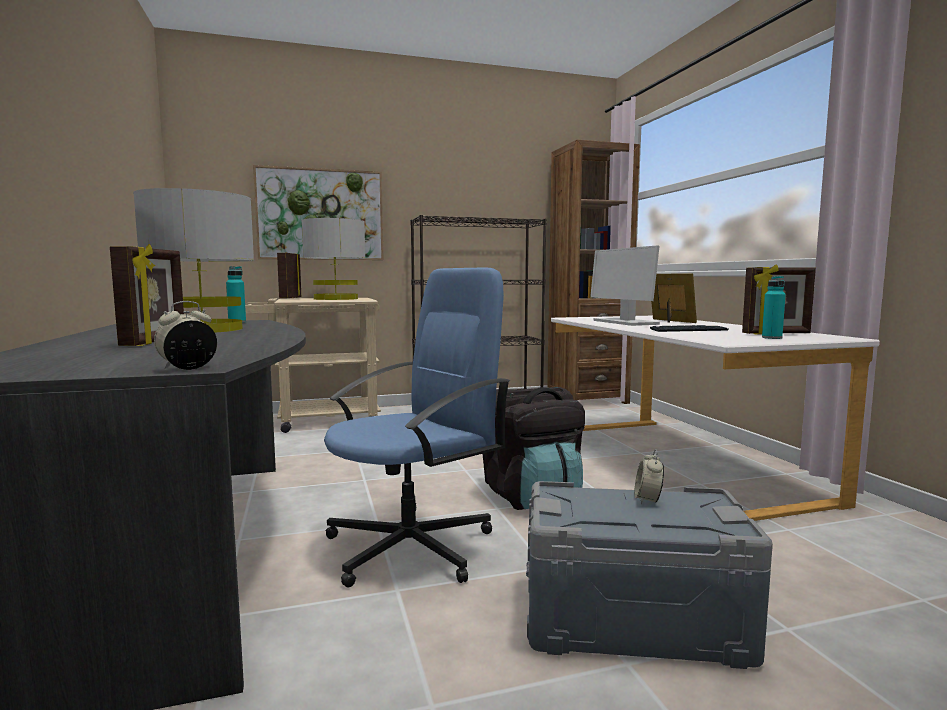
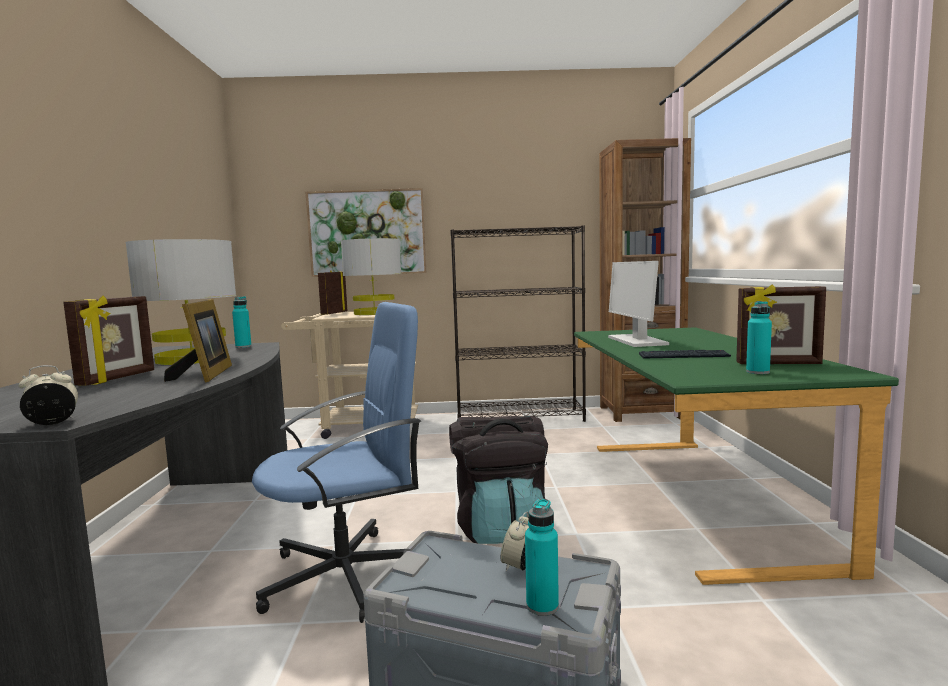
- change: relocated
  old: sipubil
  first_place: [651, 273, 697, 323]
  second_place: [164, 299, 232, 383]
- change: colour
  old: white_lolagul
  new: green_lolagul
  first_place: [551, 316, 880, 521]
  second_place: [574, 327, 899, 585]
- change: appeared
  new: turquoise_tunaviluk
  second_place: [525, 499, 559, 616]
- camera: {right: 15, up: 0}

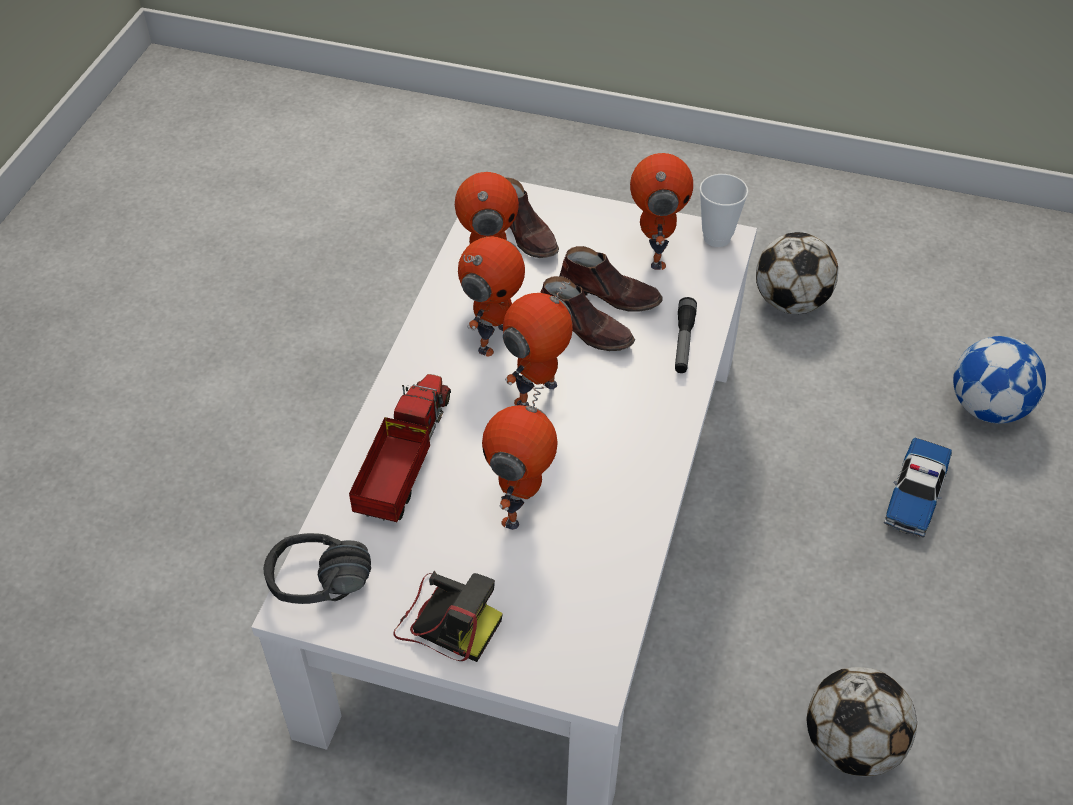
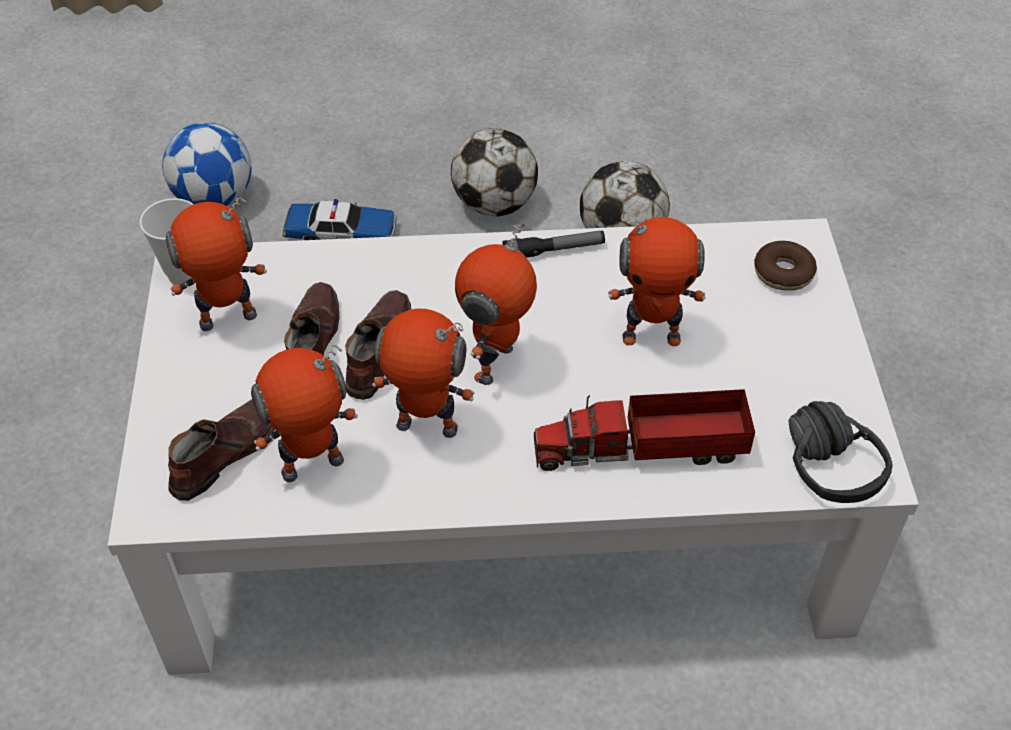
- change: relocated
  old: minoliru
  first_place: [756, 232, 838, 314]
  second_place: [451, 128, 538, 217]
- change: spun
  old: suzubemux
  first_place: [503, 281, 573, 406]
  second_place: [455, 223, 537, 385]
  degrees: 90
- change: relocated
  old: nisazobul
  first_place: [675, 297, 697, 373]
  second_place: [502, 231, 605, 258]
- change: missing
  old: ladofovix
  first_place: [393, 571, 503, 662]
- change: appeared
  new: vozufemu
  second_place: [754, 241, 817, 291]
- camera: {right: -110, up: 0}

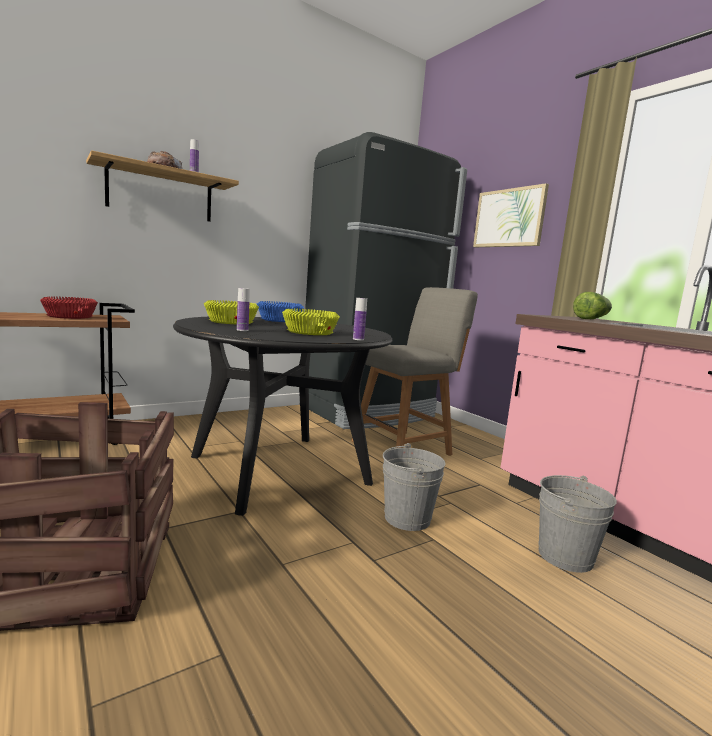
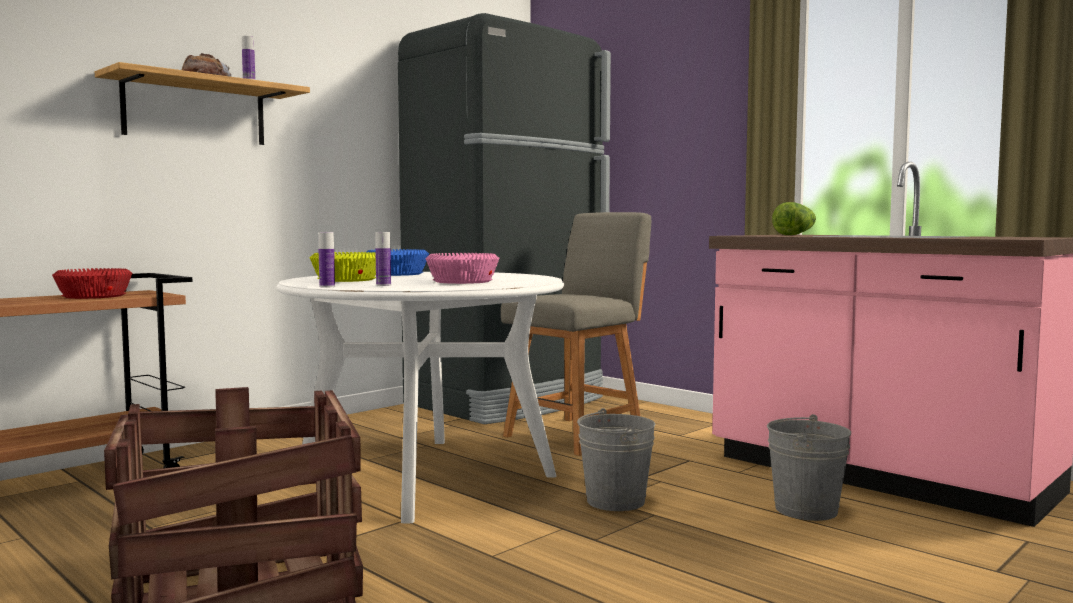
- change: missing
  old: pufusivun
  first_place: [473, 183, 549, 247]
- change: relocated
  old: tunaviluk
  first_place: [353, 298, 367, 340]
  second_place: [319, 232, 335, 287]
- change: colour
  old: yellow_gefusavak
  new: pink_gefusavak
  first_place: [282, 309, 340, 335]
  second_place: [425, 253, 500, 284]
- change: colour
  old: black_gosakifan
  new: white_gosakifan
  first_place: [173, 317, 392, 516]
  second_place: [277, 272, 564, 523]
- camera: {right: -10, up: -5}

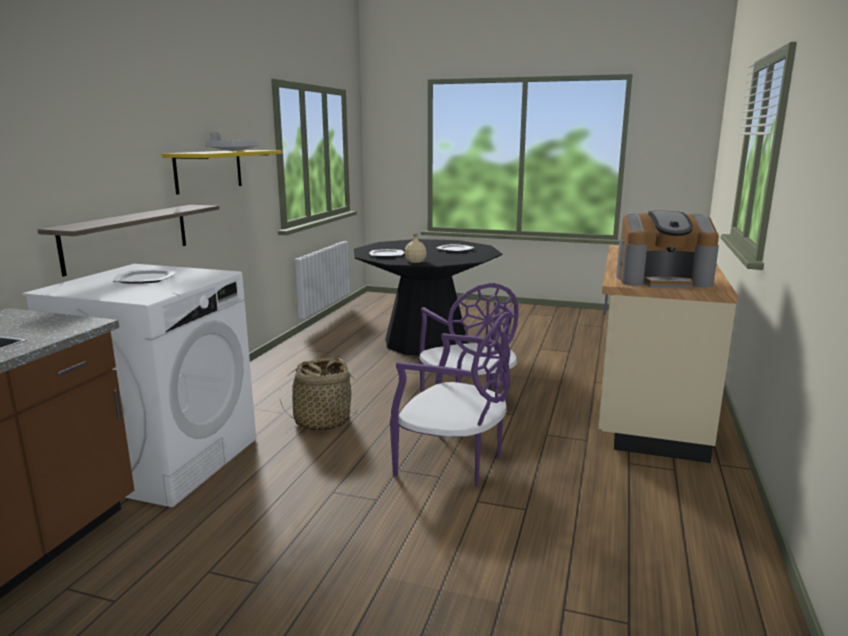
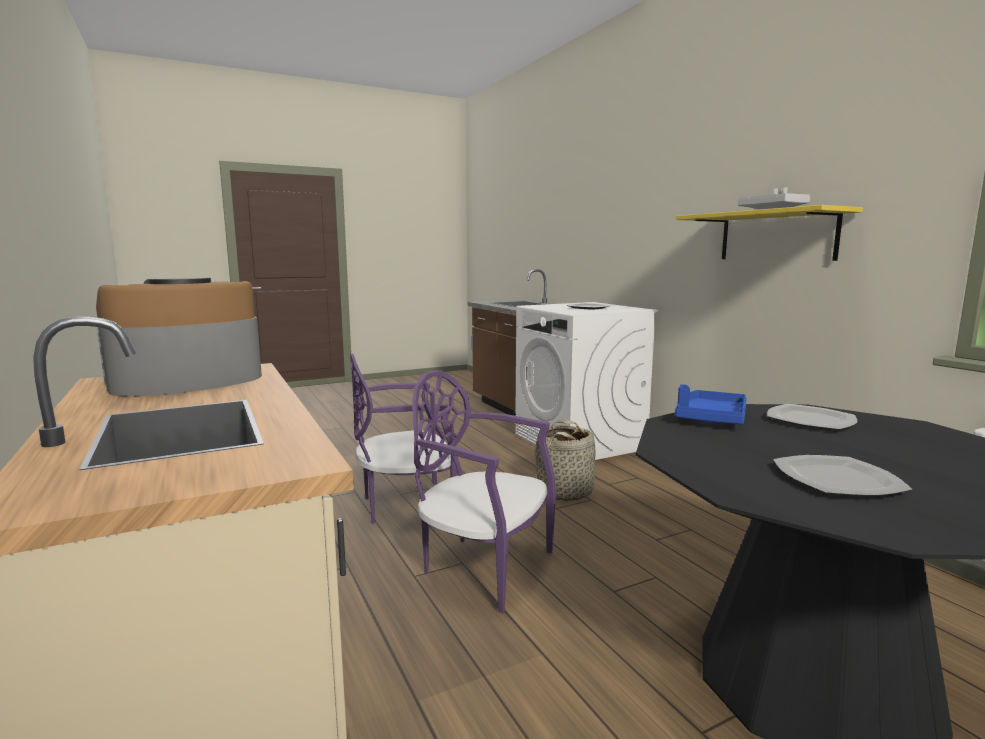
- change: missing
  old: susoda
  first_place: [38, 205, 219, 276]
- change: exchanged
  old: beige_tunaviluk
  new: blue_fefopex
  first_place: [405, 234, 427, 263]
  second_place: [675, 384, 746, 425]
- camera: {right: 135, up: -5}

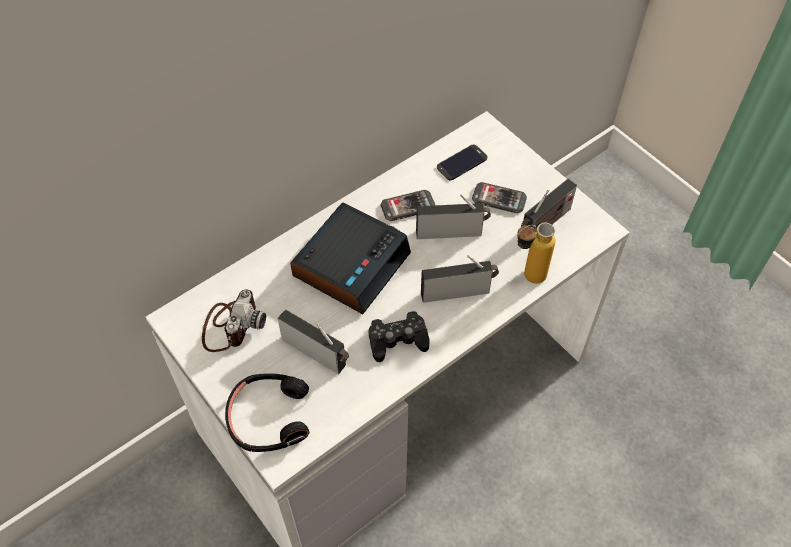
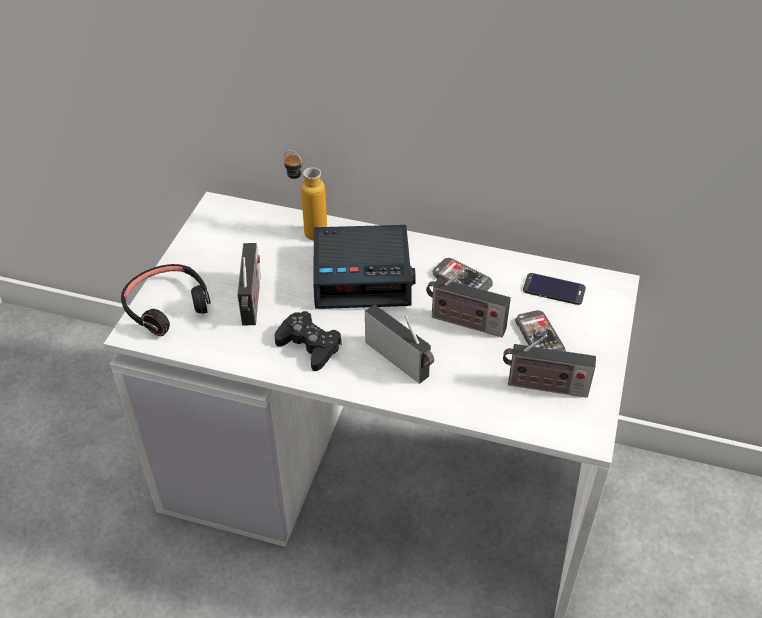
- change: spun
  old: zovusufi
  first_place: [416, 194, 491, 239]
  second_place: [426, 270, 511, 337]
  degrees: 150
- change: relocated
  old: tunaviluk
  first_place: [517, 223, 555, 284]
  second_place: [284, 150, 327, 240]
- change: missing
  old: ladofovix
  first_place: [202, 289, 266, 352]
- camera: {right: 55, up: -10}

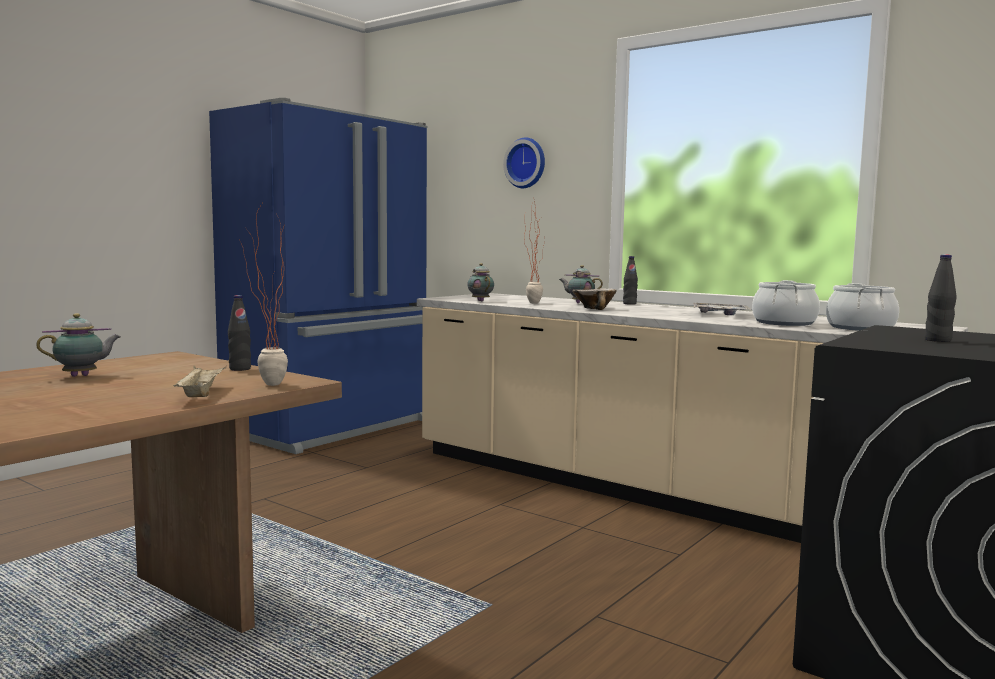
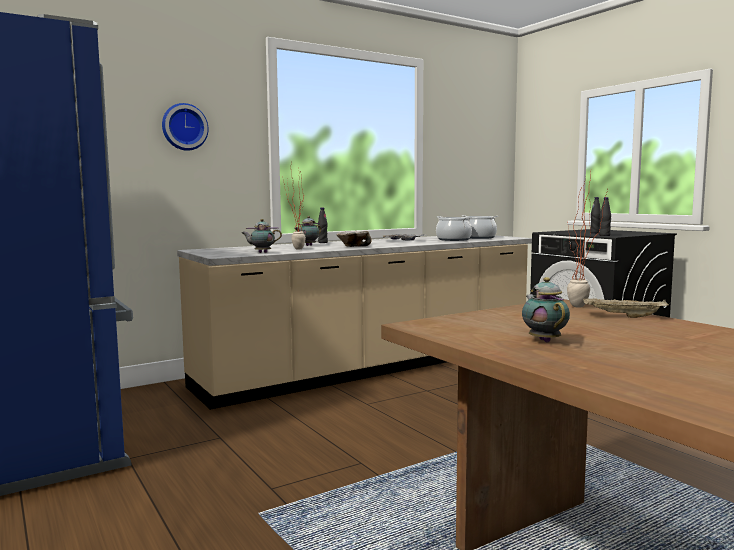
- change: relocated
  old: black_tunaviluk
  first_place: [228, 295, 251, 371]
  second_place: [599, 197, 611, 236]
- camera: {right: -70, up: 0}

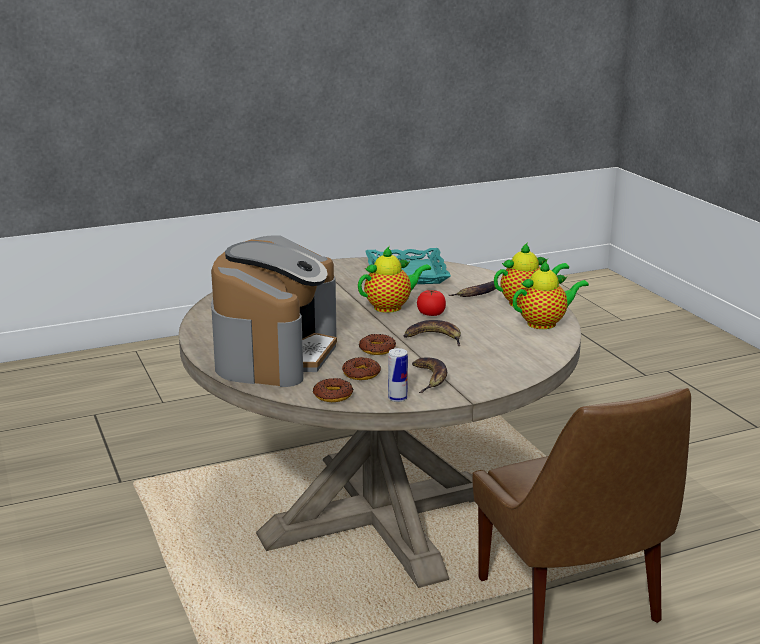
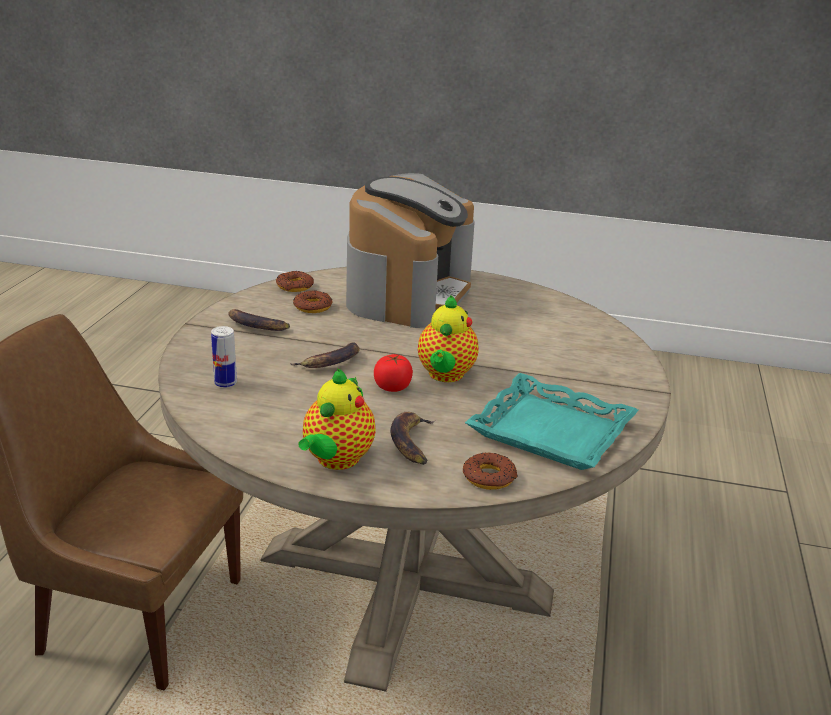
- change: spun
  old: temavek
  first_place: [211, 235, 337, 387]
  second_place: [346, 173, 475, 328]
  degrees: -120
- change: missing
  old: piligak
  first_place: [513, 261, 589, 329]
- change: relocated
  old: vozufemu
  first_place: [359, 334, 396, 355]
  second_place: [463, 452, 518, 490]
- change: relocated
  old: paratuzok
  first_place: [388, 348, 408, 402]
  second_place: [211, 326, 237, 388]
- camera: {right: 125, up: 5}

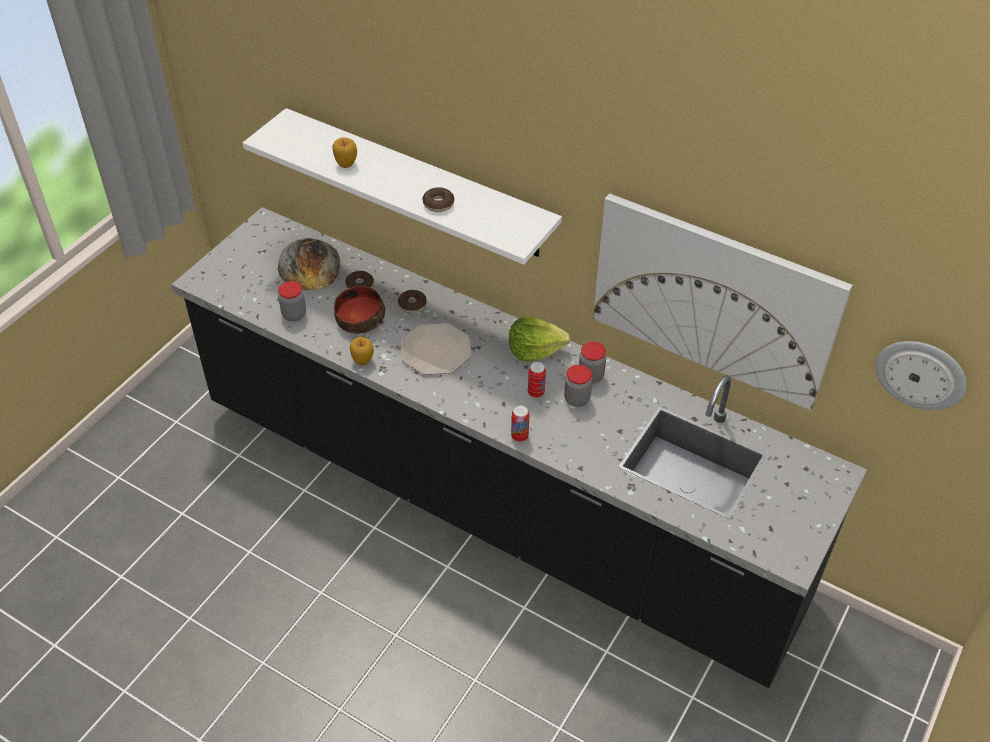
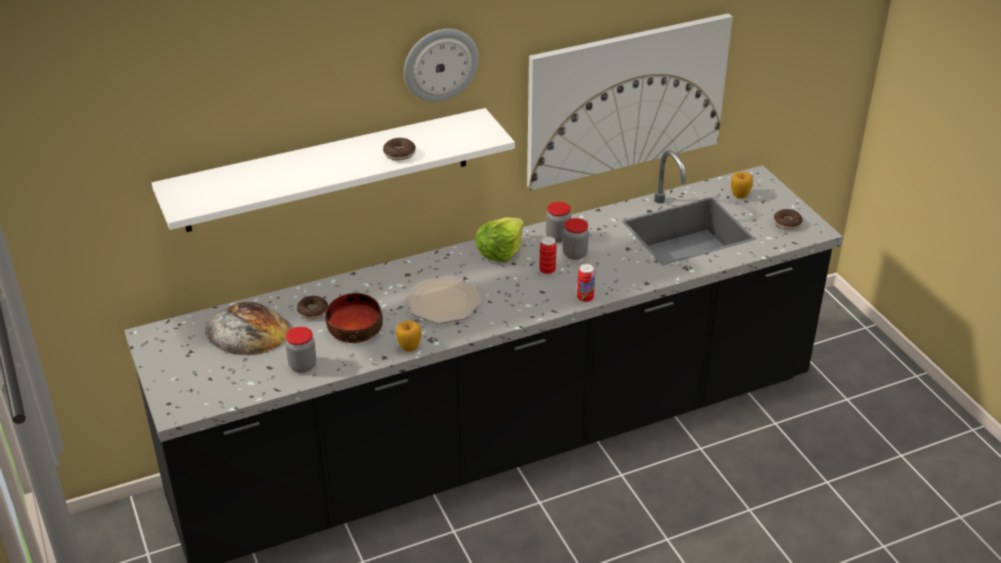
- change: relocated
  old: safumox
  first_place: [332, 138, 357, 168]
  second_place: [731, 172, 753, 198]
- change: relocated
  old: vozufemu
  first_place: [398, 290, 427, 313]
  second_place: [774, 209, 803, 230]
- change: relocated
  old: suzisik
  first_place: [875, 341, 967, 410]
  second_place: [404, 29, 479, 102]
- camera: {right: -55, up: -10}

